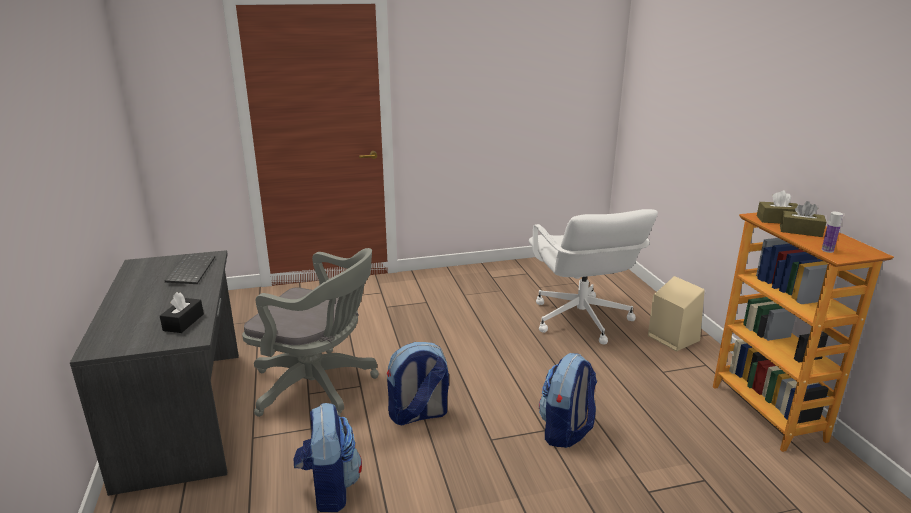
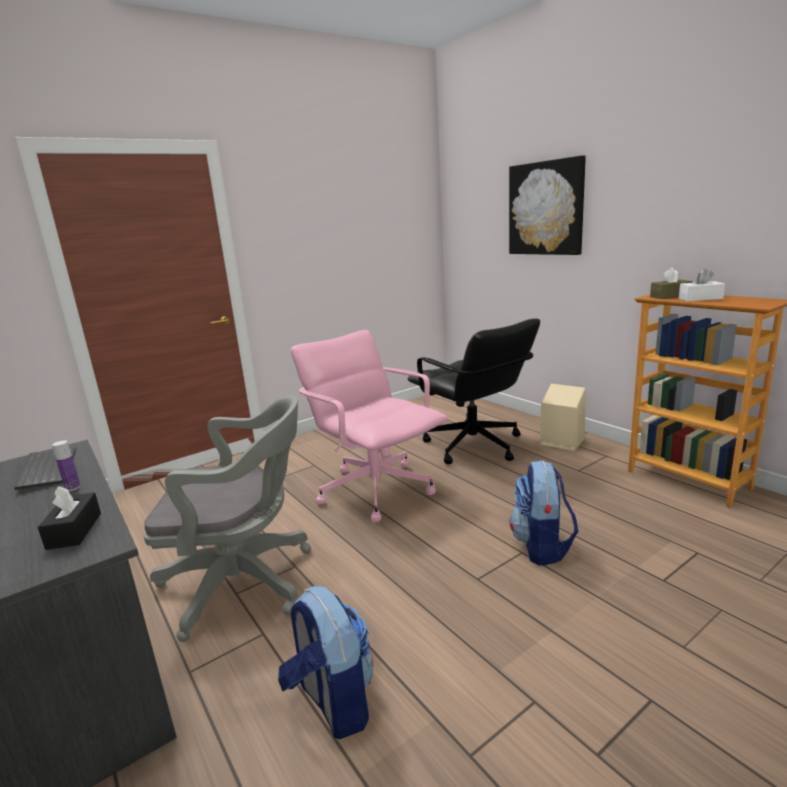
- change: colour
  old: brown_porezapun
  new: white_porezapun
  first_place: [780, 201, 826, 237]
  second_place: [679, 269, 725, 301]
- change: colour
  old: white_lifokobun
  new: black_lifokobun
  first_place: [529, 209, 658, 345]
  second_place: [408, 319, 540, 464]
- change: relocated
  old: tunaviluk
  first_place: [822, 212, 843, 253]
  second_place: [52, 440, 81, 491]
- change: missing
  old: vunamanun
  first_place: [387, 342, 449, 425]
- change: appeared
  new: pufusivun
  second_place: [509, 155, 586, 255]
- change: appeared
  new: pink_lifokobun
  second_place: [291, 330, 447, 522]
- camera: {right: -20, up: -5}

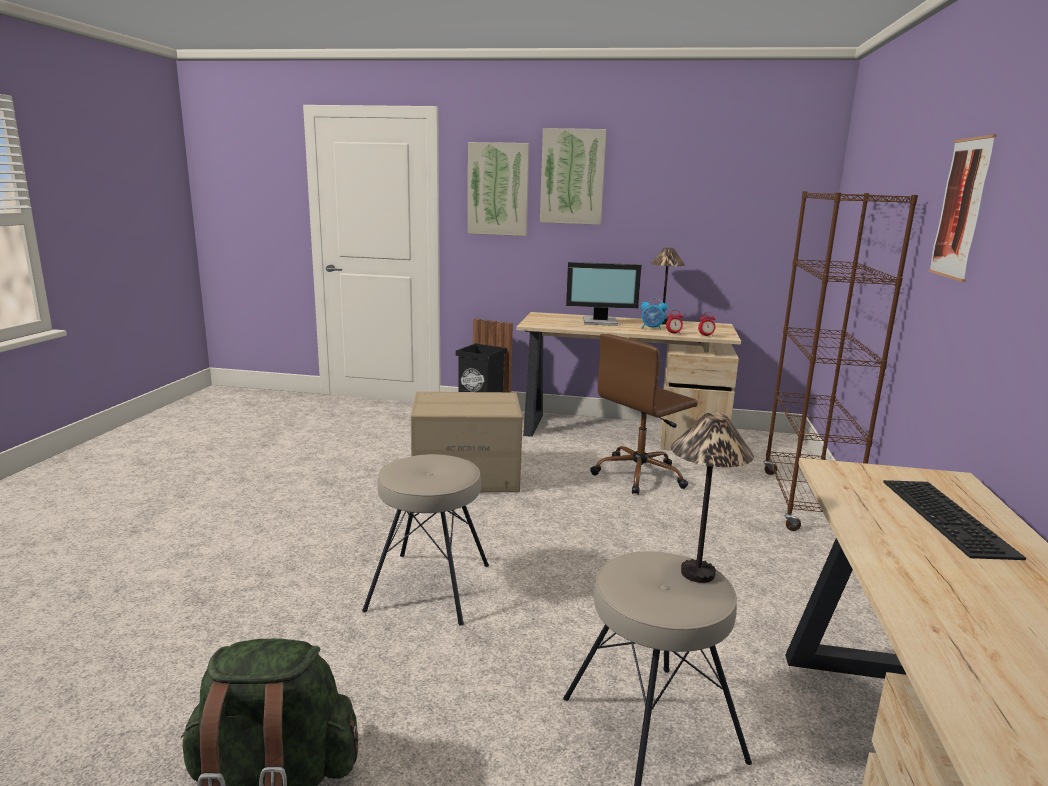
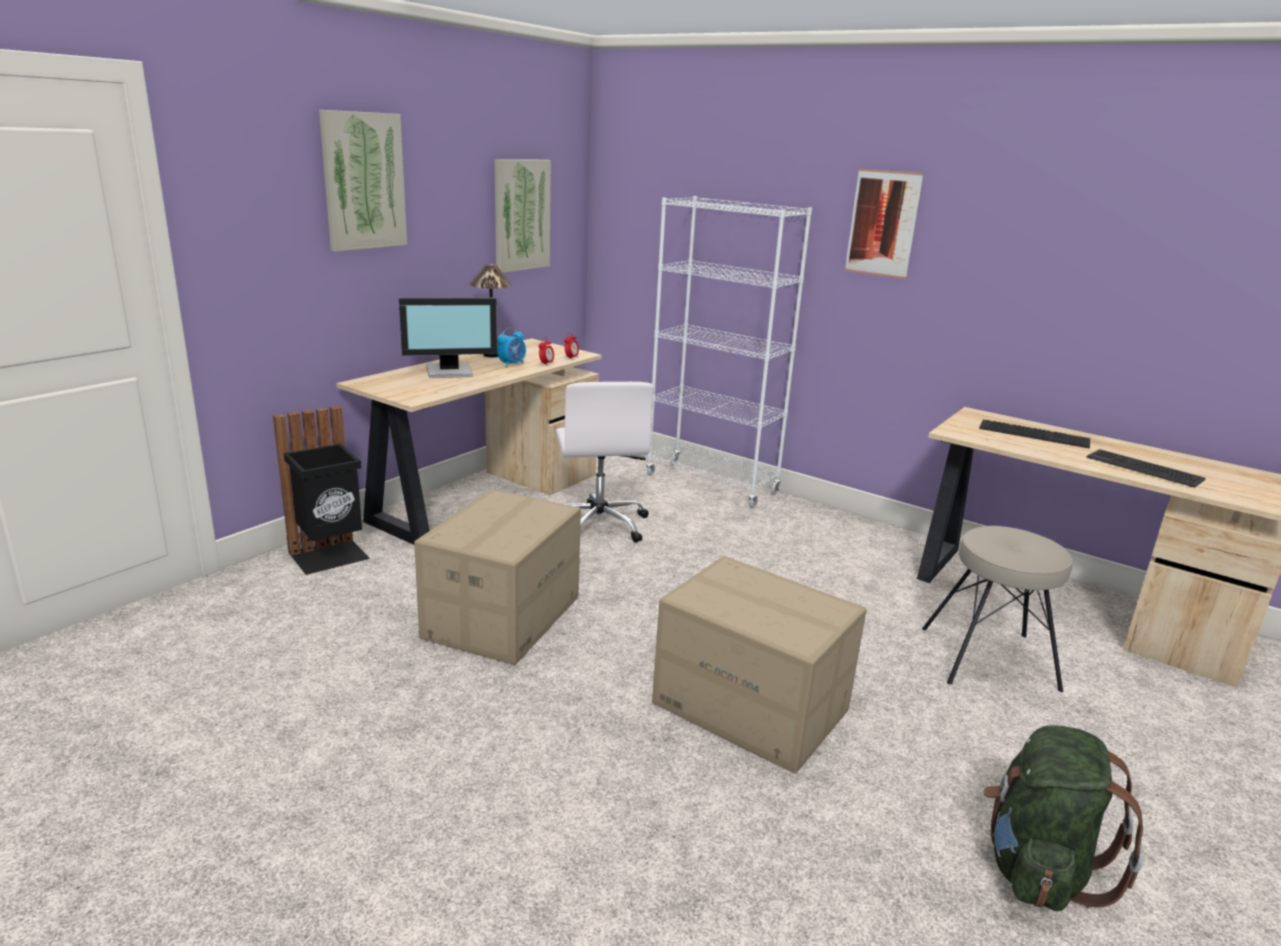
- change: relocated
  old: pufusivun
  first_place: [468, 142, 530, 236]
  second_place: [495, 159, 551, 273]
- change: colour
  old: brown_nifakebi
  new: white_nifakebi
  first_place: [764, 191, 918, 531]
  second_place: [646, 196, 812, 508]
- change: spun
  old: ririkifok
  first_place: [566, 262, 642, 326]
  second_place: [399, 298, 497, 378]
  degrees: 45
- change: colour
  old: brown_lifokobun
  new: white_lifokobun
  first_place: [590, 334, 698, 495]
  second_place: [555, 382, 654, 543]
- change: missing
  old: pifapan
  first_place: [671, 413, 754, 583]
- change: exchanged
  old: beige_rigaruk
  new: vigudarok
  first_place: [362, 454, 489, 626]
  second_place: [652, 556, 867, 774]
- change: appeared
  new: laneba
  second_place: [1087, 449, 1205, 488]
- camera: {right: -65, up: 5}

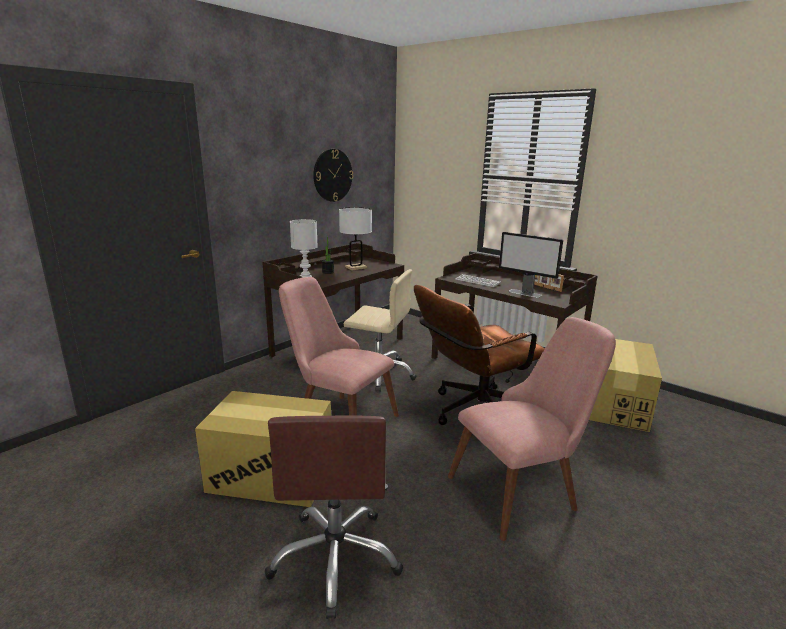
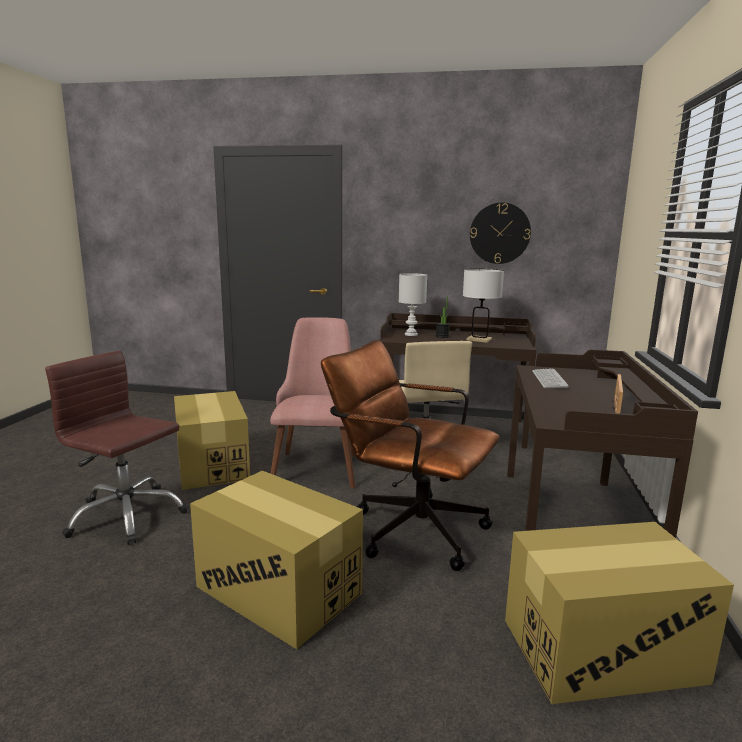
- change: missing
  old: ririkifok
  first_place: [499, 232, 563, 298]
- change: exchanged
  old: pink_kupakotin
  new: vigudarok
  first_place: [448, 317, 616, 541]
  second_place: [190, 471, 363, 649]
- change: spun
  old: brown_lifokobun
  first_place: [265, 416, 403, 619]
  second_place: [45, 351, 188, 545]
  degrees: 60
- camera: {right: 60, up: -5}

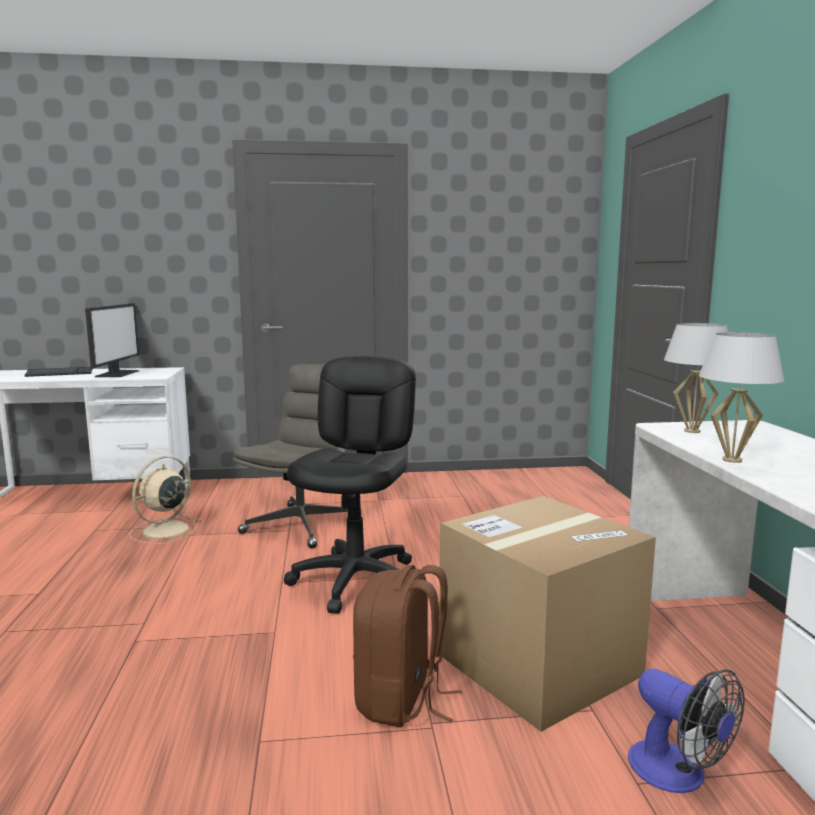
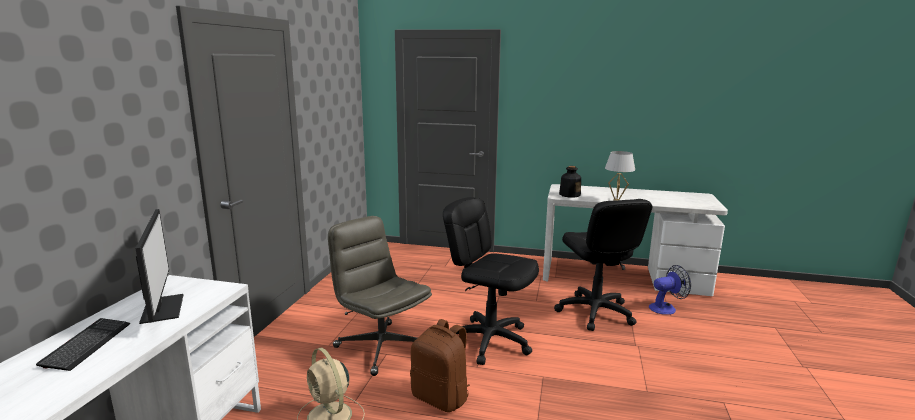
- change: spun
  old: ririkifok
  first_place: [85, 303, 139, 377]
  second_place: [135, 209, 184, 324]
  degrees: 45
- change: exchanged
  old: white_pifapan
  new: tunaviluk
  first_place: [664, 323, 728, 433]
  second_place: [559, 166, 581, 198]
- change: exchanged
  old: vigudarok
  new: black_lifokobun
  first_place: [439, 496, 656, 732]
  second_place: [554, 199, 652, 331]
- change: relocated
  old: brown_vunamanun
  first_place: [353, 565, 462, 727]
  second_place: [410, 319, 470, 412]
- camera: {right: -70, up: 5}

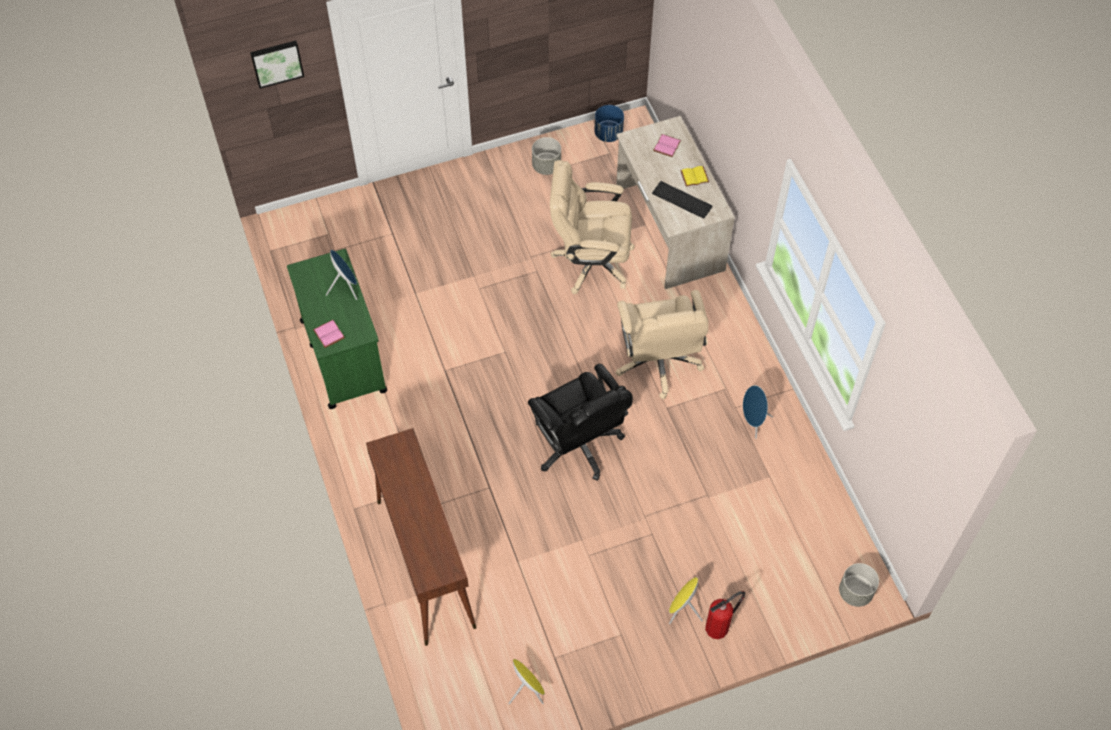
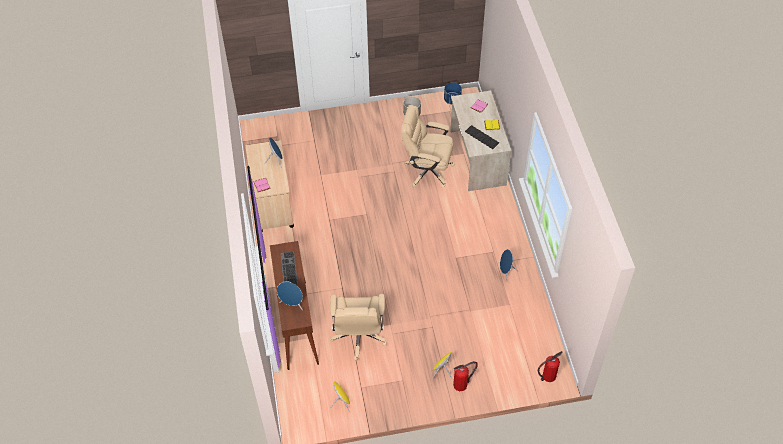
- change: missing
  old: pufusivun
  first_place: [250, 41, 304, 89]
- change: colour
  old: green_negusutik
  new: beige_negusutik
  first_place: [287, 249, 388, 409]
  second_place: [246, 140, 294, 232]
- change: relocated
  old: beige_lifokobun
  first_place: [615, 290, 709, 399]
  second_place: [330, 294, 387, 361]
- change: missing
  old: black_lifokobun
  first_place: [528, 364, 633, 481]
- change: exchanged
  old: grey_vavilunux
  new: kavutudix
  first_place: [839, 563, 879, 607]
  second_place: [537, 351, 563, 382]
- change: appeared
  new: laneba
  second_place: [280, 251, 298, 285]
- change: appeared
  new: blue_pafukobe
  second_place: [277, 281, 303, 310]
- camera: {right: 10, up: -5}

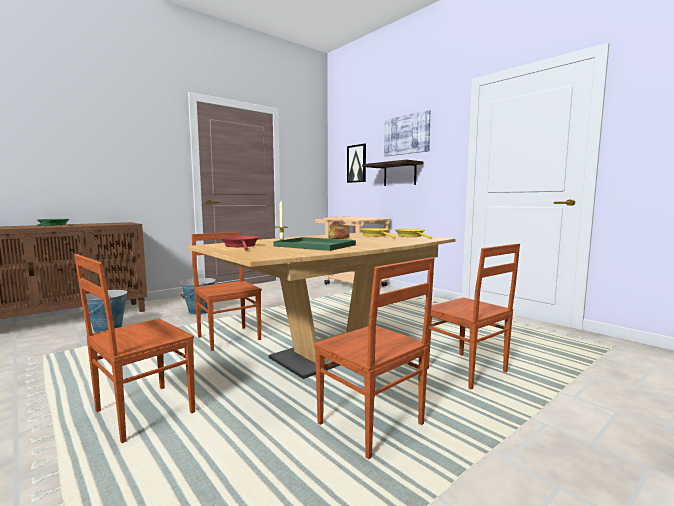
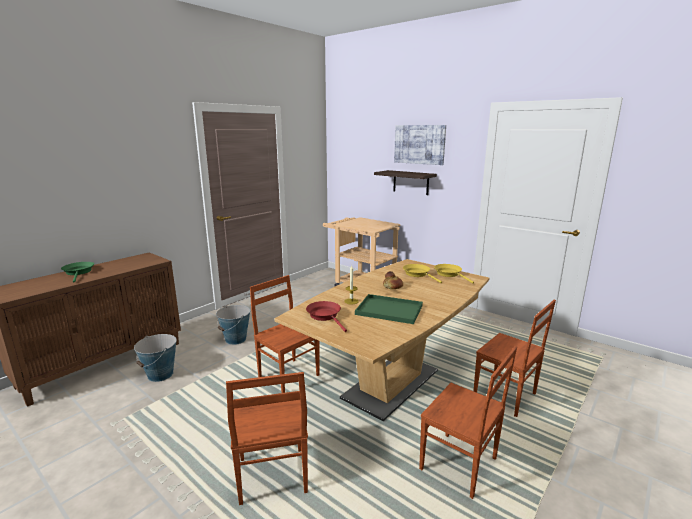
- change: missing
  old: pufusivun
  first_place: [347, 143, 366, 183]
- change: spun
  old: brown_kupakotin
  first_place: [74, 254, 195, 443]
  second_place: [226, 372, 308, 505]
  degrees: -45
- camera: {right: -10, up: 10}

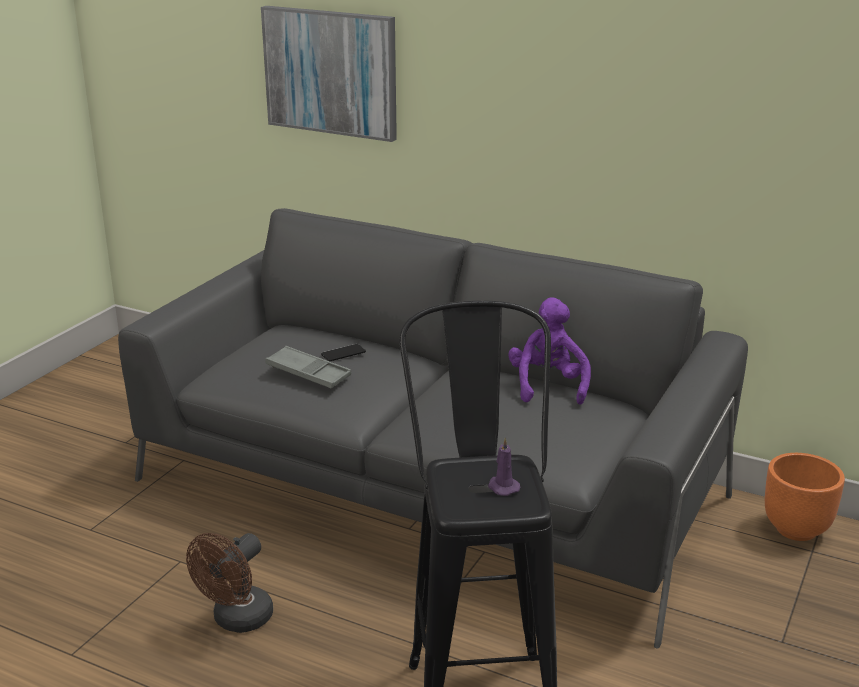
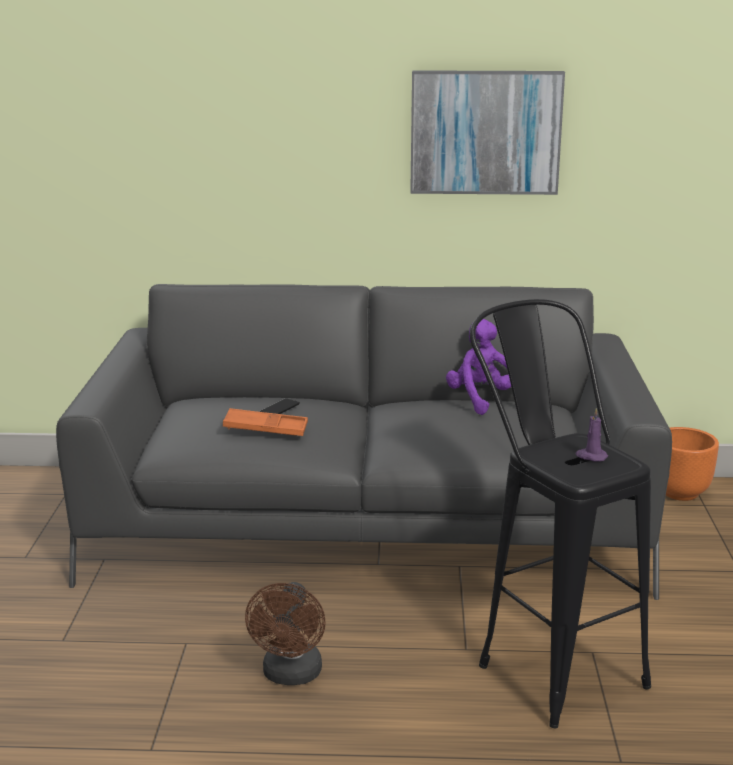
- change: relocated
  old: pufusivun
  first_place: [261, 6, 397, 142]
  second_place: [410, 70, 565, 195]
- change: colour
  old: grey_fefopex
  new: orange_fefopex
  first_place: [265, 346, 351, 389]
  second_place: [223, 408, 308, 436]
- camera: {right: -25, up: -5}

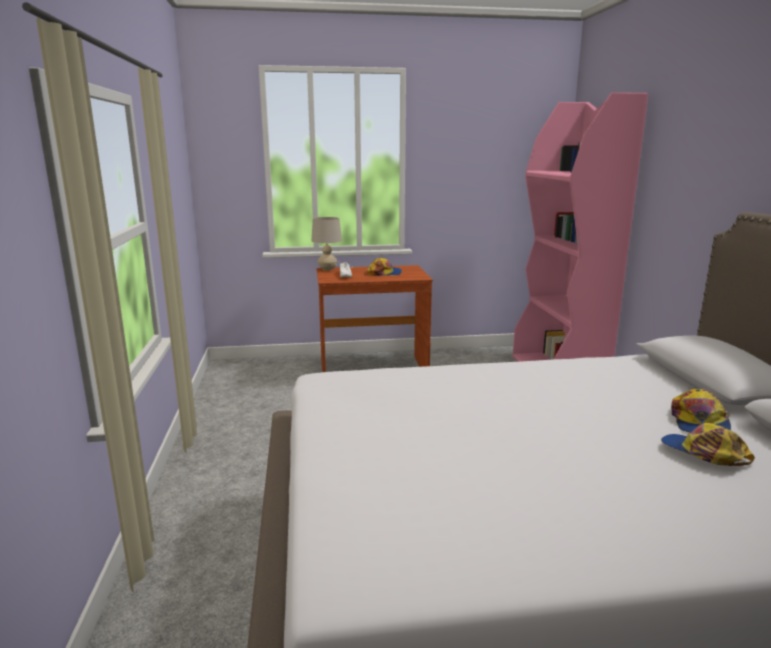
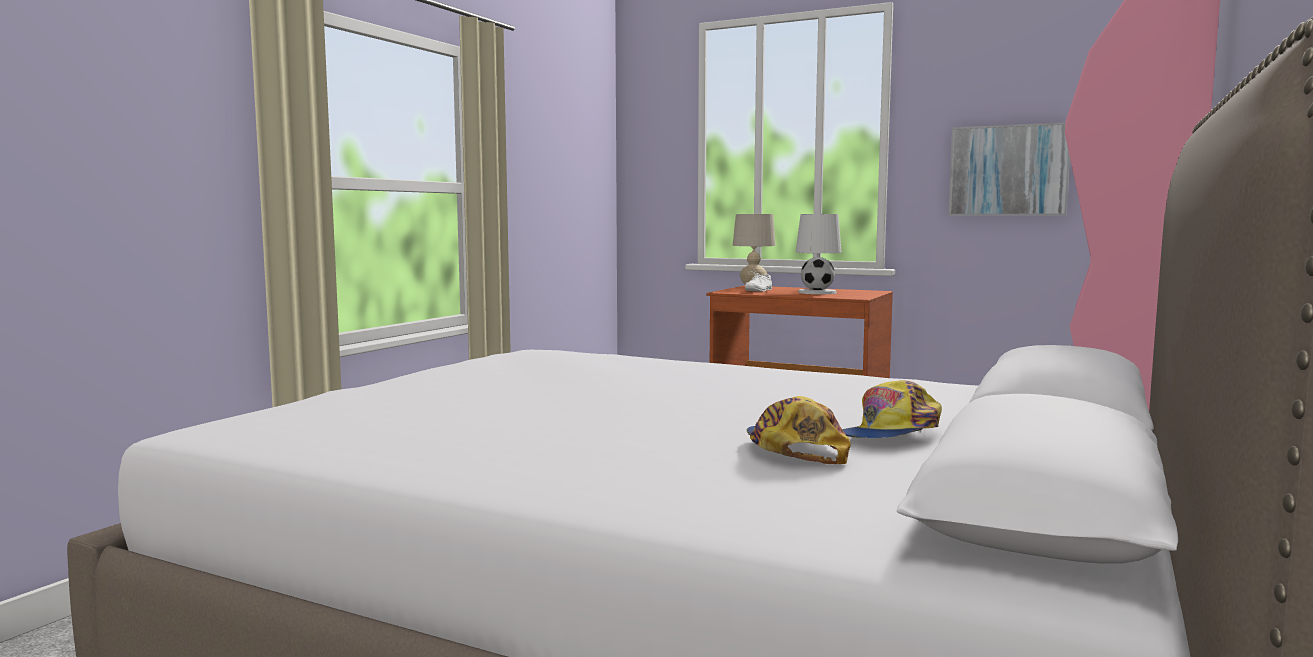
- change: exchanged
  old: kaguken
  new: white_pifapan
  first_place: [367, 258, 402, 276]
  second_place: [796, 214, 842, 294]
- change: appeared
  new: pufusivun
  second_place: [948, 123, 1070, 216]
- camera: {right: 35, up: -10}

